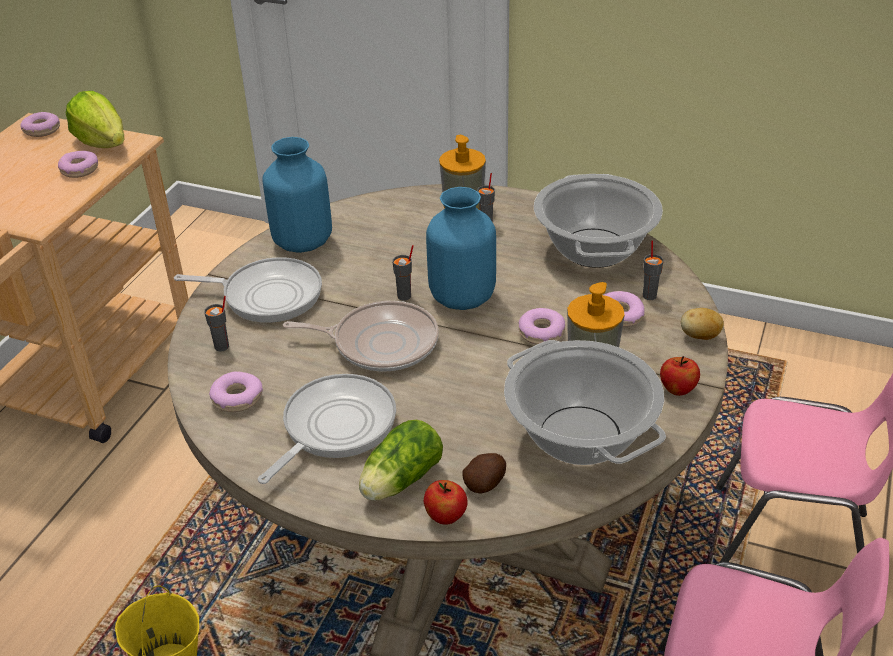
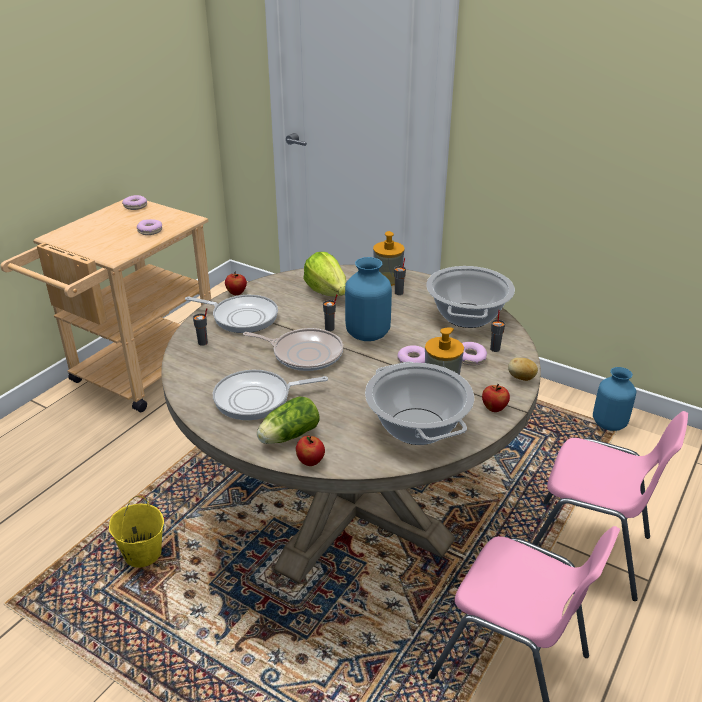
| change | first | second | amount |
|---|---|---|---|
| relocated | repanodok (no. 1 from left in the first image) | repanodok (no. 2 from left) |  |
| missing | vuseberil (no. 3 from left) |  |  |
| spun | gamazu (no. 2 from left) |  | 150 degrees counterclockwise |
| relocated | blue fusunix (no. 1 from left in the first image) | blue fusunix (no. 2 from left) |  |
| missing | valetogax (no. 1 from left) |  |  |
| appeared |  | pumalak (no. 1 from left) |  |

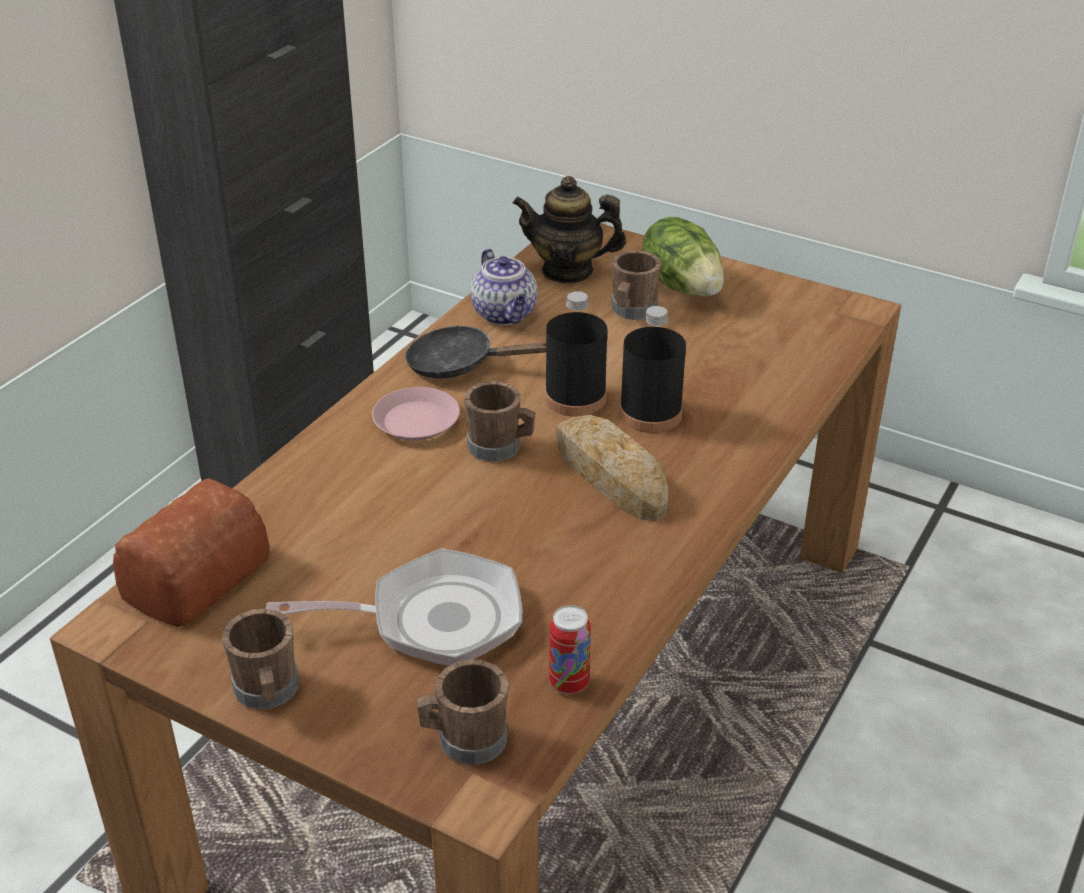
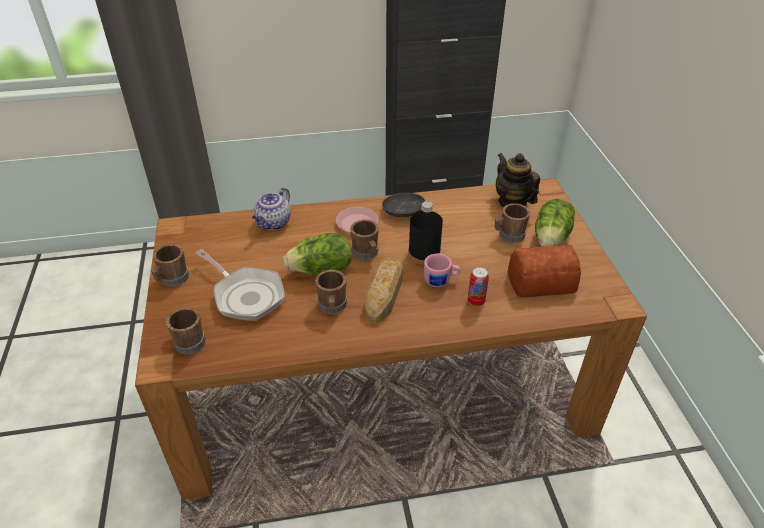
| change | first | second | amount |
|---|---|---|---|
| relocated | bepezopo (no. 1 from left in the first image) | bepezopo (no. 2 from left) |  |
| relocated | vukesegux (no. 1 from left) |  |  |
| relocated | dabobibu |  |  |
| exchanged | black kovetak (no. 2 from left) | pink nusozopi |  |
| appeared |  | repanodok (no. 1 from left) |  |
| appeared |  | brown nusozopi (no. 3 from left) |  |

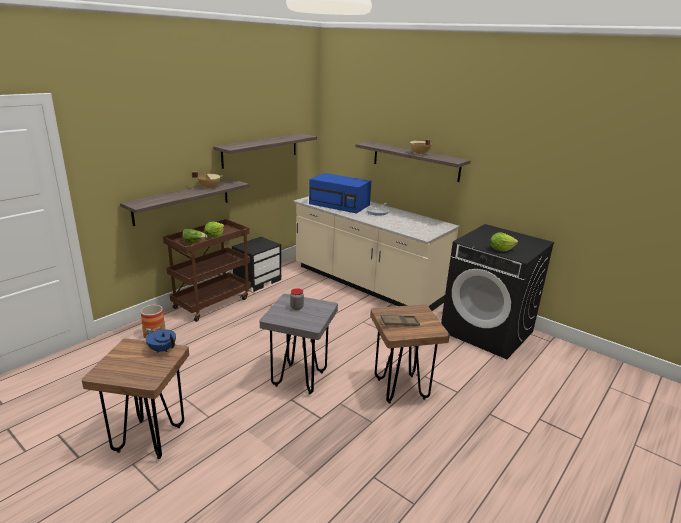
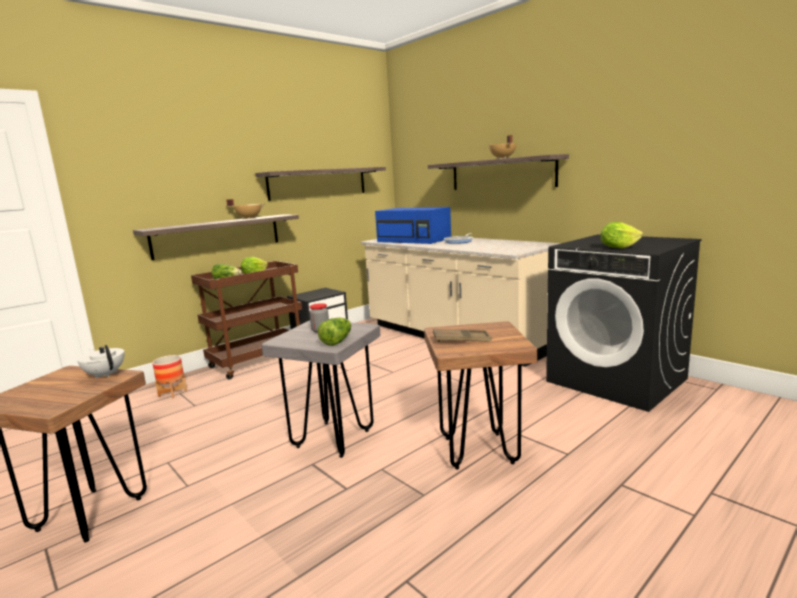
| change | first | second | amount |
|---|---|---|---|
| colour | blue vukesegux | white vukesegux |  |
| appeared |  | repanodok (no. 3 from left) |  |

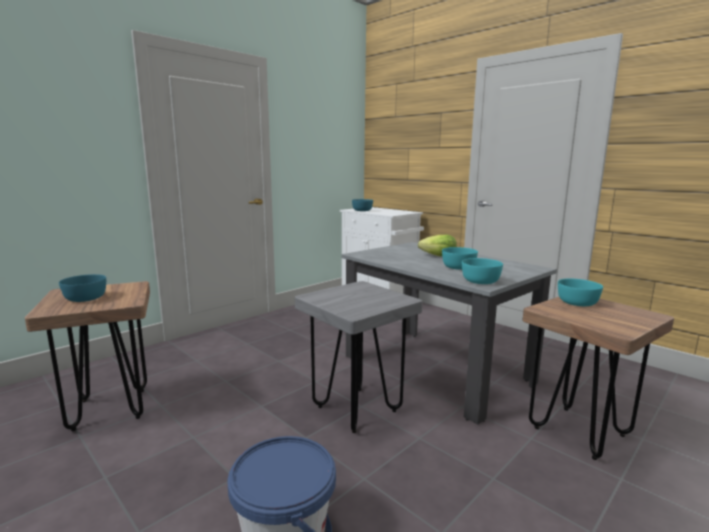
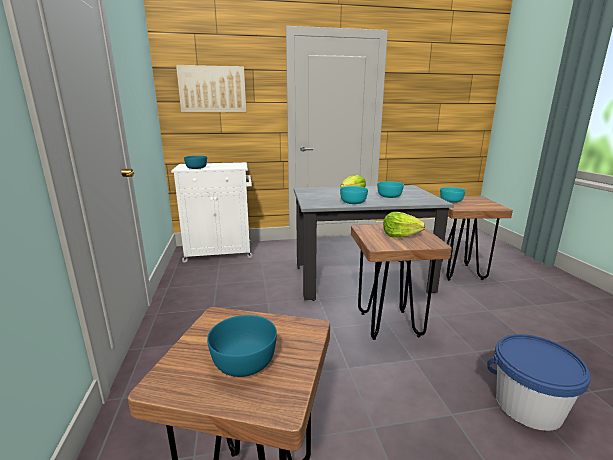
| change | first | second | amount |
|---|---|---|---|
| colour | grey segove | brown segove (no. 2 from left) |  |
| relocated | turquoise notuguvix (no. 4 from left in the first image) | turquoise notuguvix (no. 3 from left) |  |
| appeared |  | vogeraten |  |
| appeared |  | repanodok (no. 2 from left) |  |

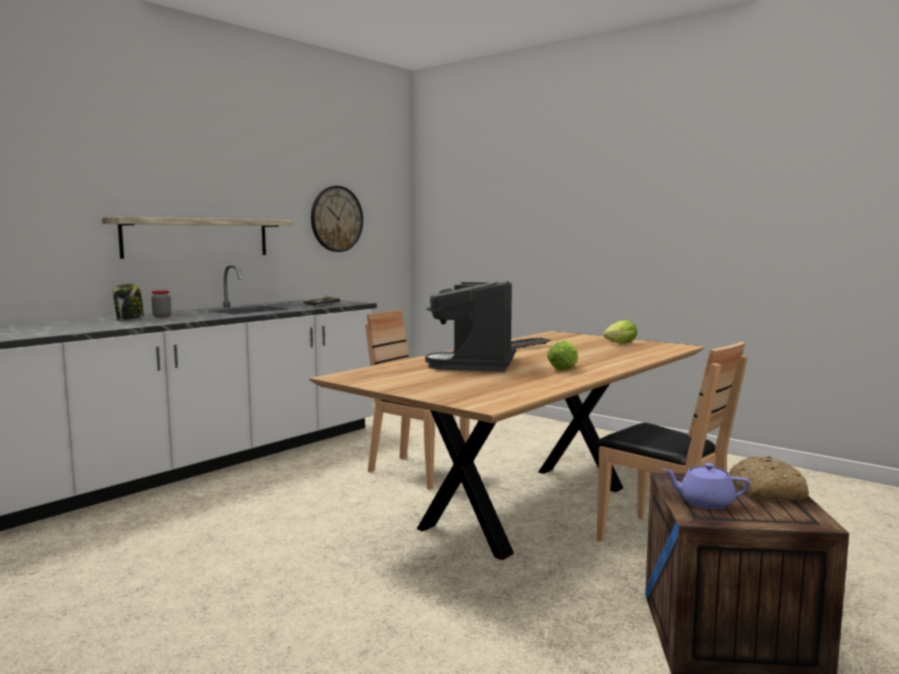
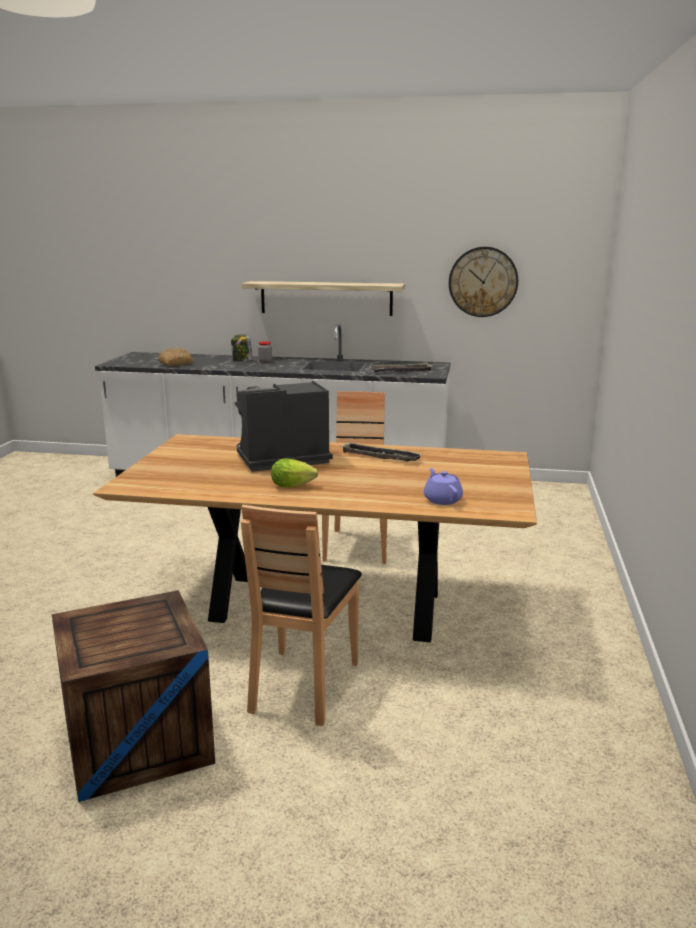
| change | first | second | amount |
|---|---|---|---|
| missing | repanodok (no. 2 from left) |  |  |
| relocated | purple vukesegux |  |  |
| relocated | bepezopo |  |  |

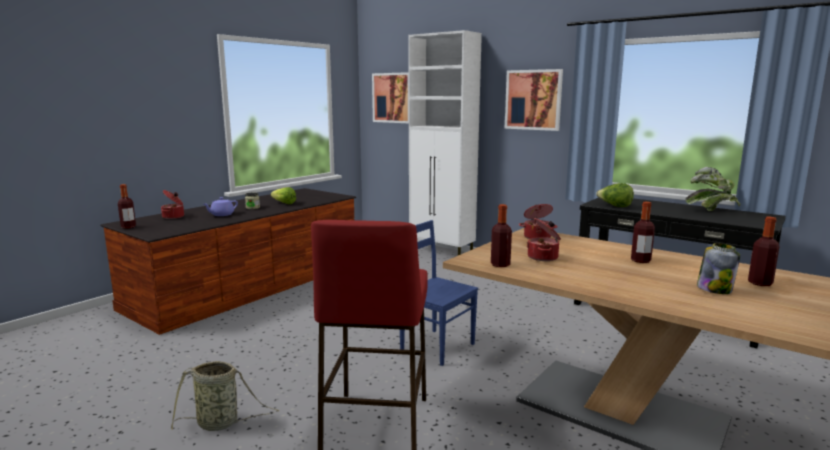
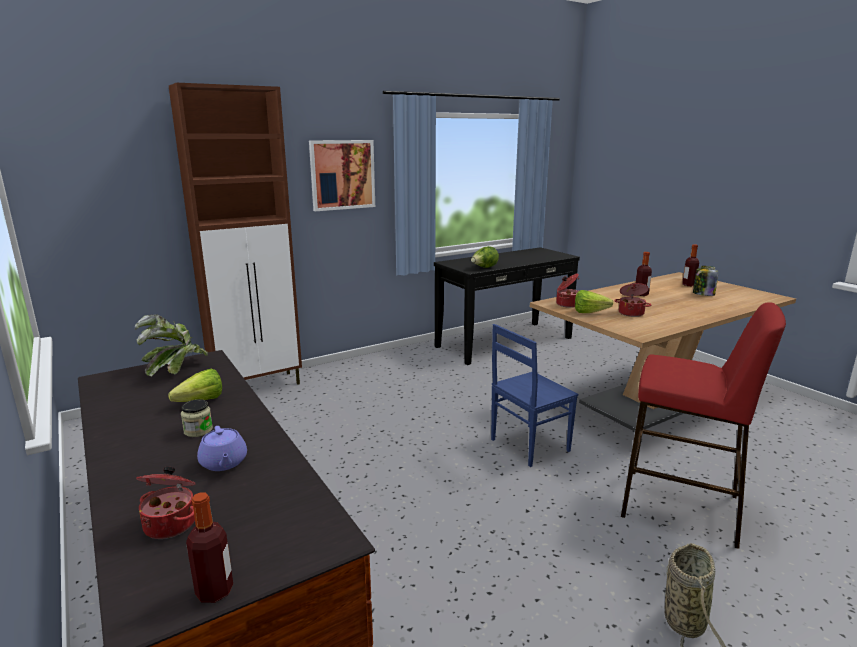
| change | first | second | amount |
|---|---|---|---|
| missing | vogeraten (no. 1 from left) |  |  |
| colour | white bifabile | brown bifabile |  |
| missing | kovetak (no. 2 from left) |  |  |
| relocated | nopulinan |  |  |
| appeared |  | repanodok (no. 3 from left) |  |

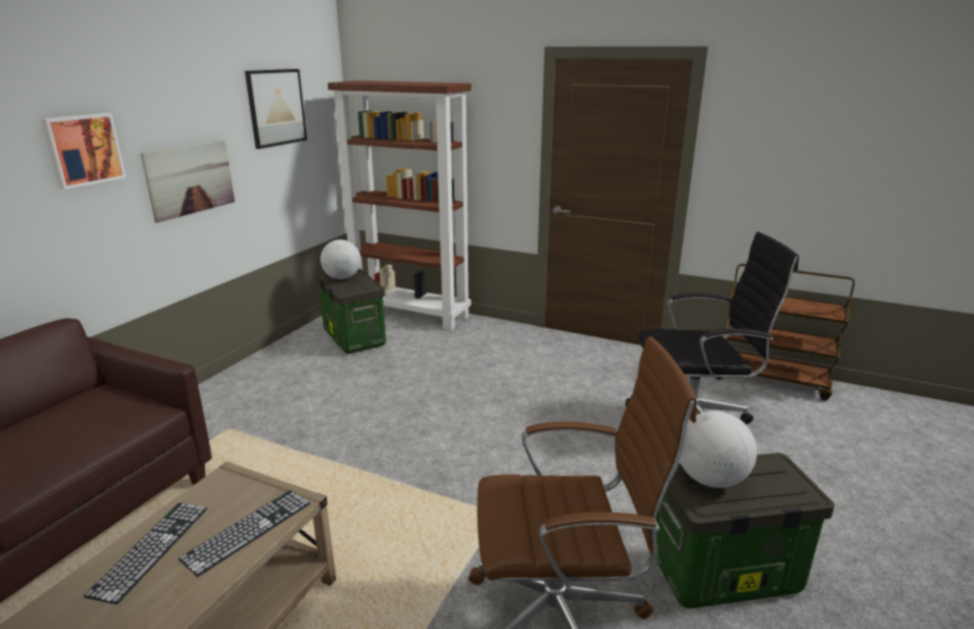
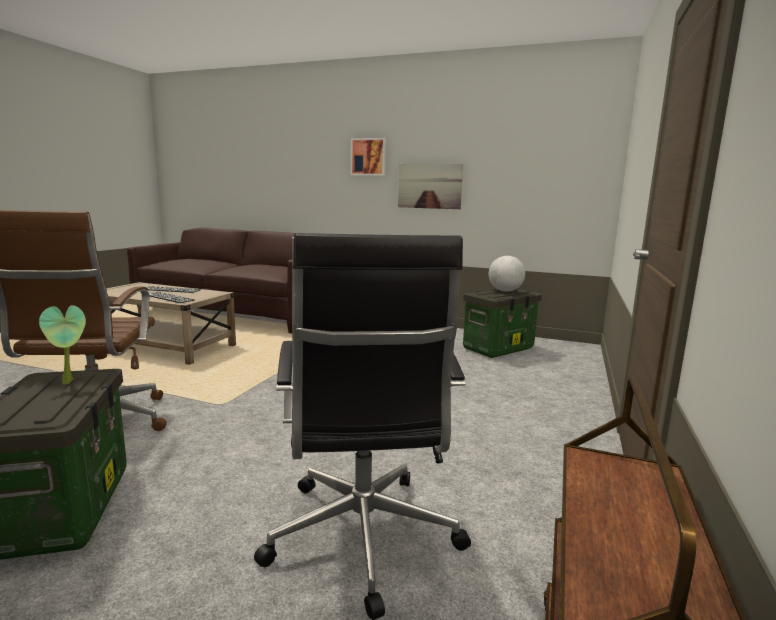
| change | first | second | amount |
|---|---|---|---|
| missing | vogeraten (no. 3 from left) |  |  |
| missing | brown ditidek |  |  |
| exchanged | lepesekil (no. 2 from left) | nopulinan |  |

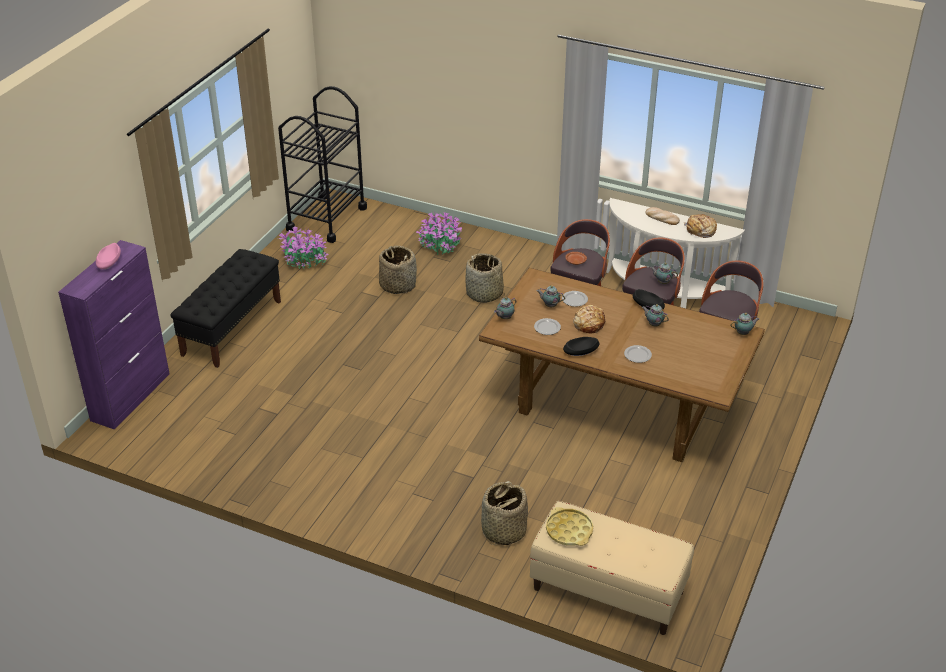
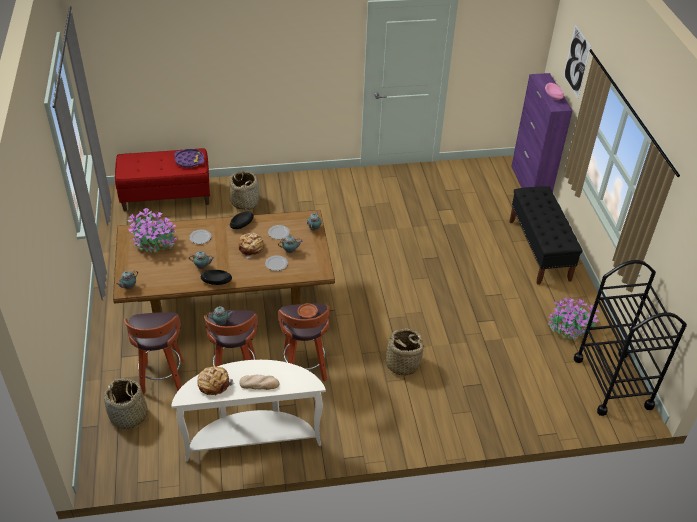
| change | first | second | amount |
|---|---|---|---|
| relocated | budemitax (no. 1 from left) |  |  |
| relocated | nopulinan (no. 2 from left in the first image) | nopulinan (no. 1 from left) |  |
| colour | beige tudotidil | red tudotidil |  |
| colour | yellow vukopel | purple vukopel |  |
| appeared |  | vogeraten |  |

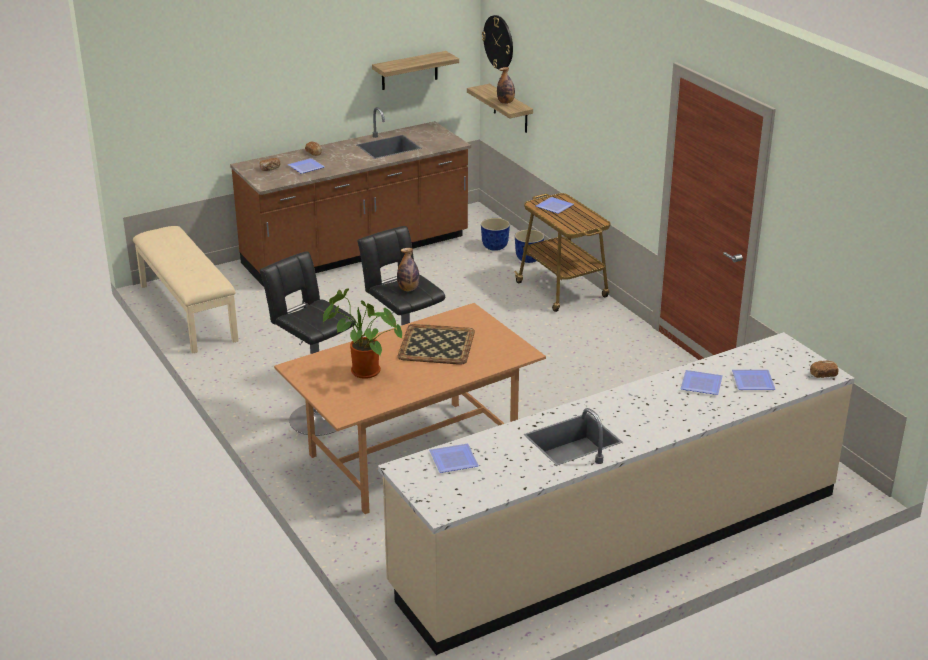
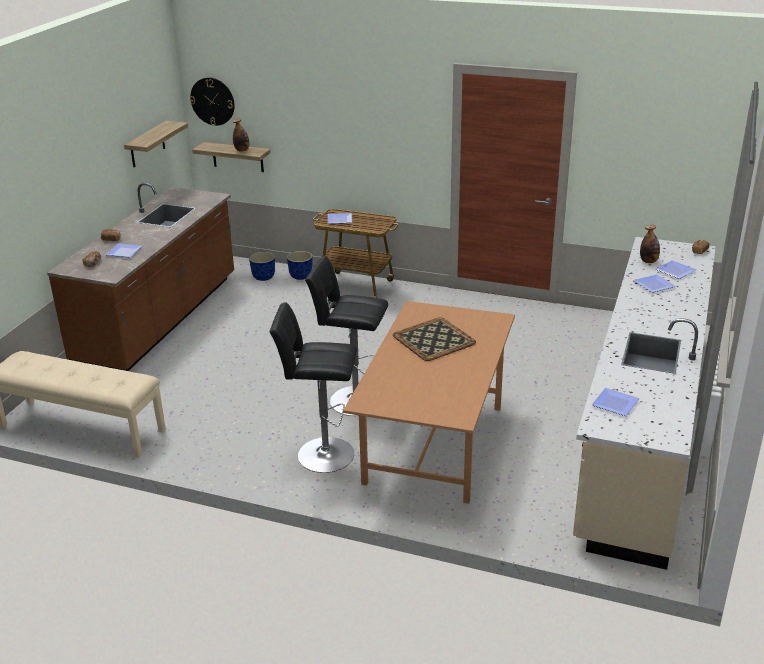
| change | first | second | amount |
|---|---|---|---|
| missing | nopulinan |  |  |
| relocated | kovetak (no. 1 from left in the first image) | kovetak (no. 2 from left) |  |

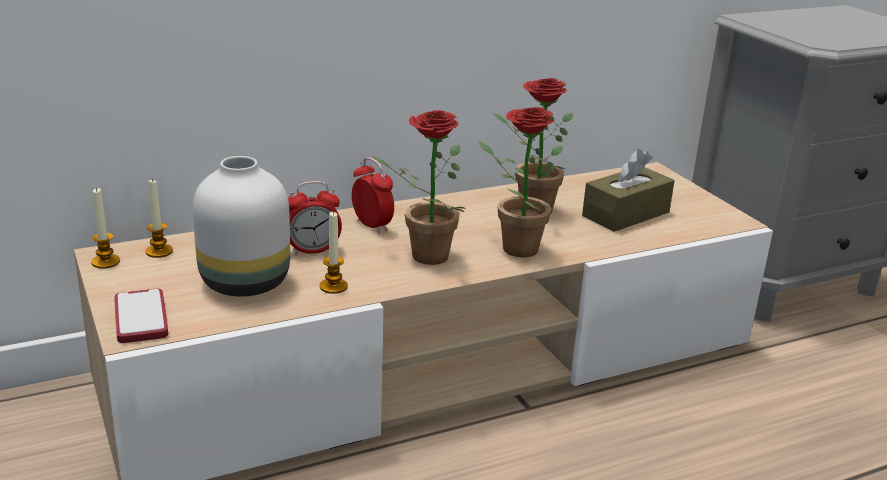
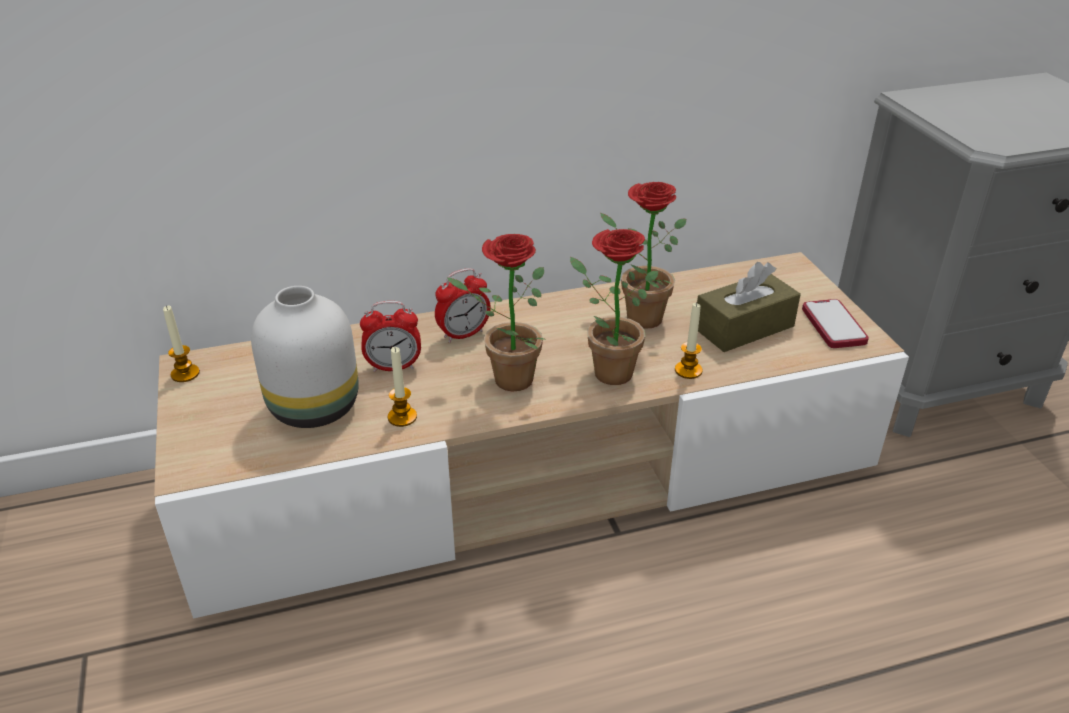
| change | first | second | amount |
|---|---|---|---|
| relocated | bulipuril |  |  |
| relocated | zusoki (no. 2 from left in the first image) | zusoki (no. 3 from left) |  |
| spun | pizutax (no. 2 from left) |  | 90 degrees clockwise |

